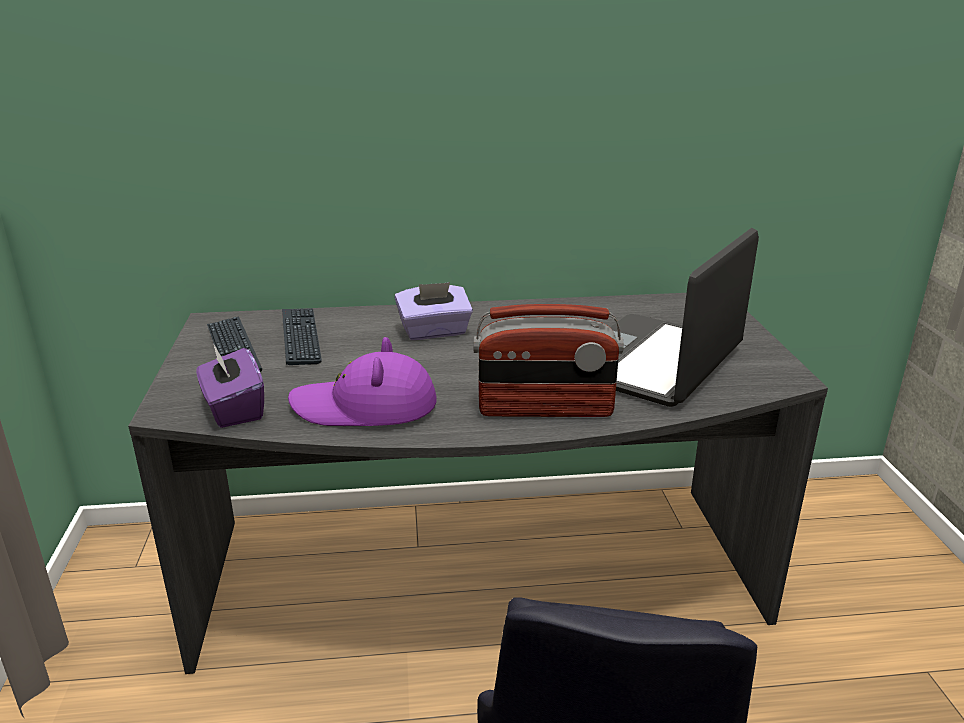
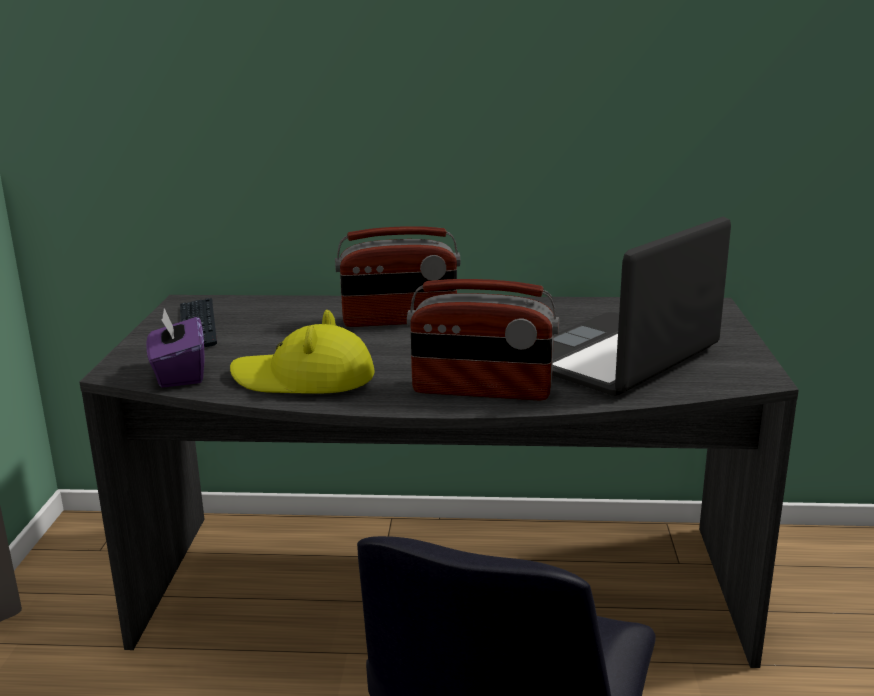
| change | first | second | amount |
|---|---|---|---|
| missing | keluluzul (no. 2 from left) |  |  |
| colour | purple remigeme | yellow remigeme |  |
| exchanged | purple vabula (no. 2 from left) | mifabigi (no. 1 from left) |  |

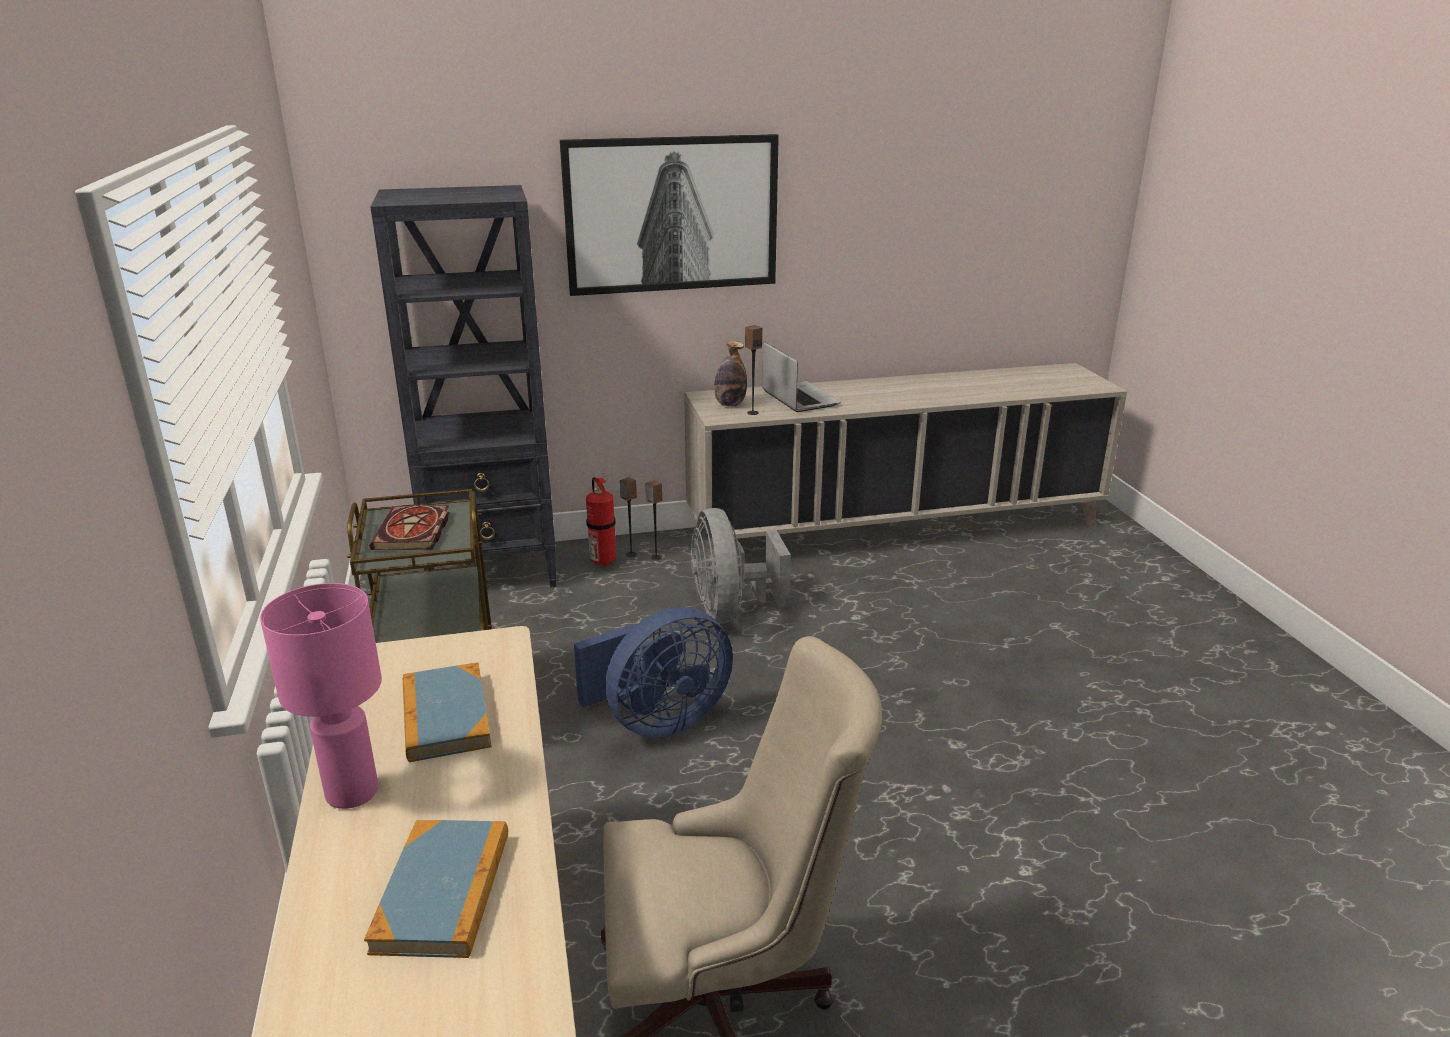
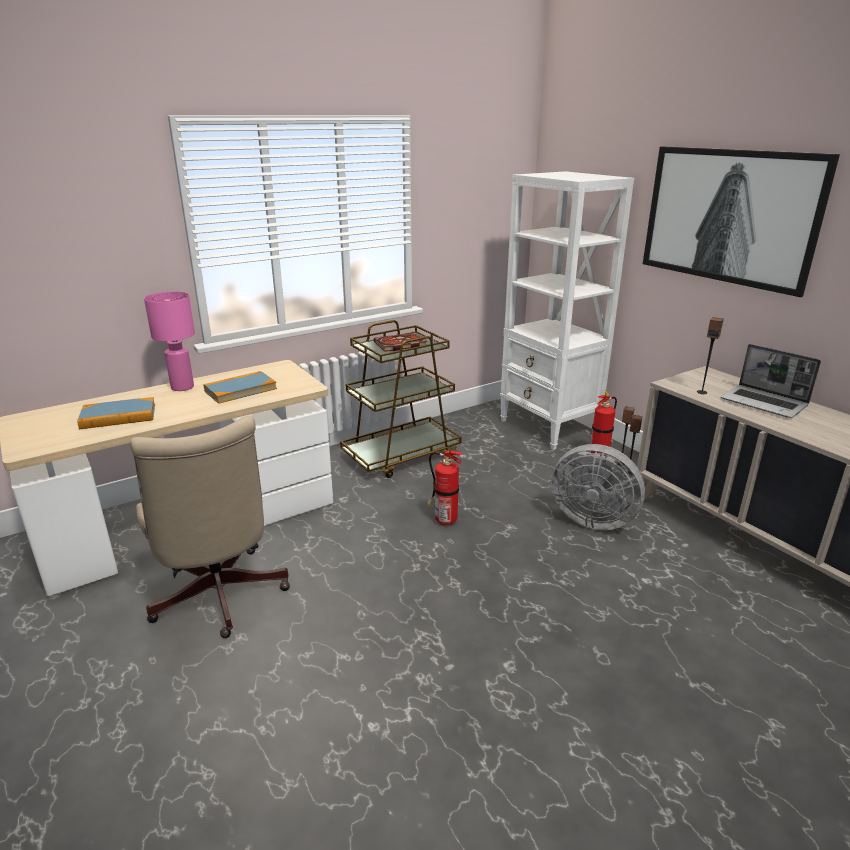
| change | first | second | amount |
|---|---|---|---|
| colour | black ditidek | white ditidek |  |
| exchanged | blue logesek | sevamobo (no. 1 from left) |  |
| spun | grey logesek |  | 120 degrees counterclockwise |
| missing | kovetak |  |  |
| spun | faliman |  | 90 degrees clockwise |

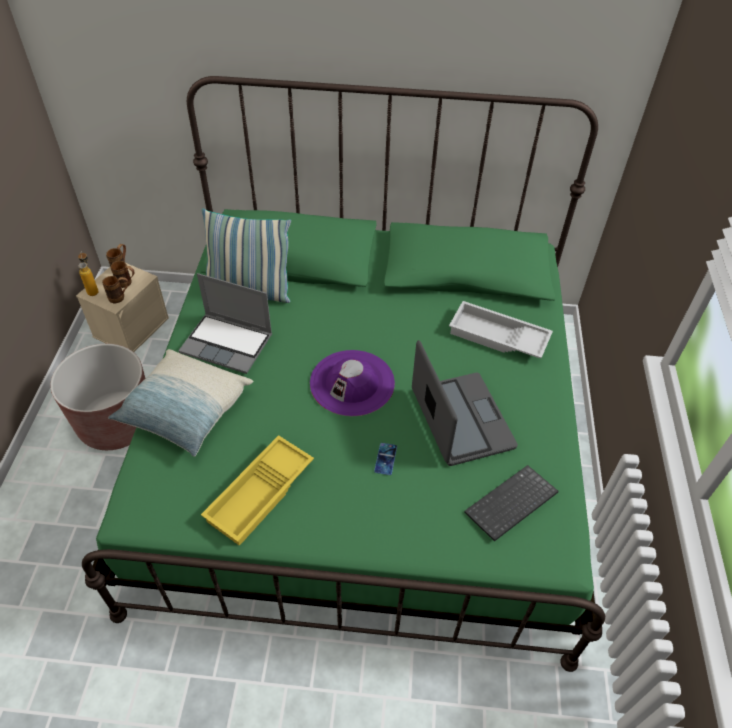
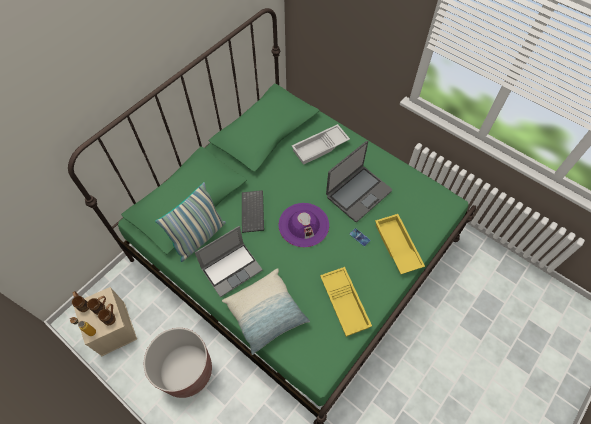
| change | first | second | amount |
|---|---|---|---|
| spun | faliman (no. 2 from left) |  | 120 degrees clockwise |
| relocated | keluluzul |  |  |
| appeared |  | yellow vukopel (no. 2 from left) |  |

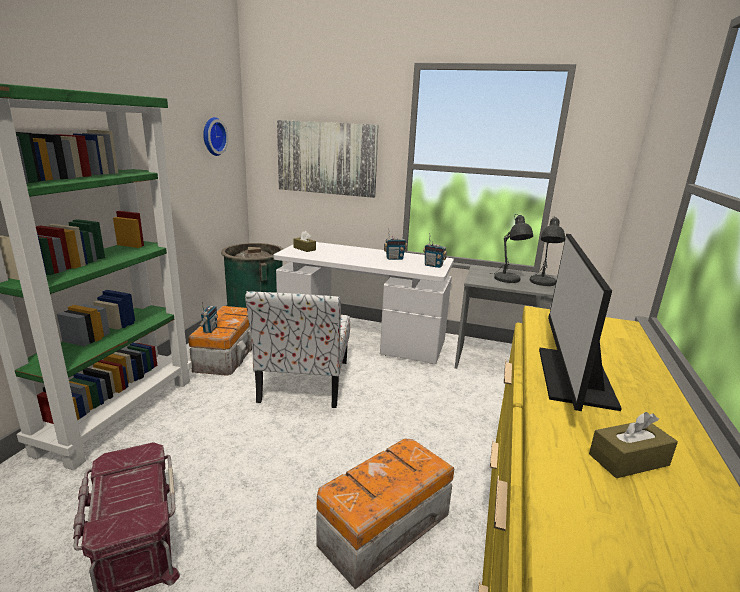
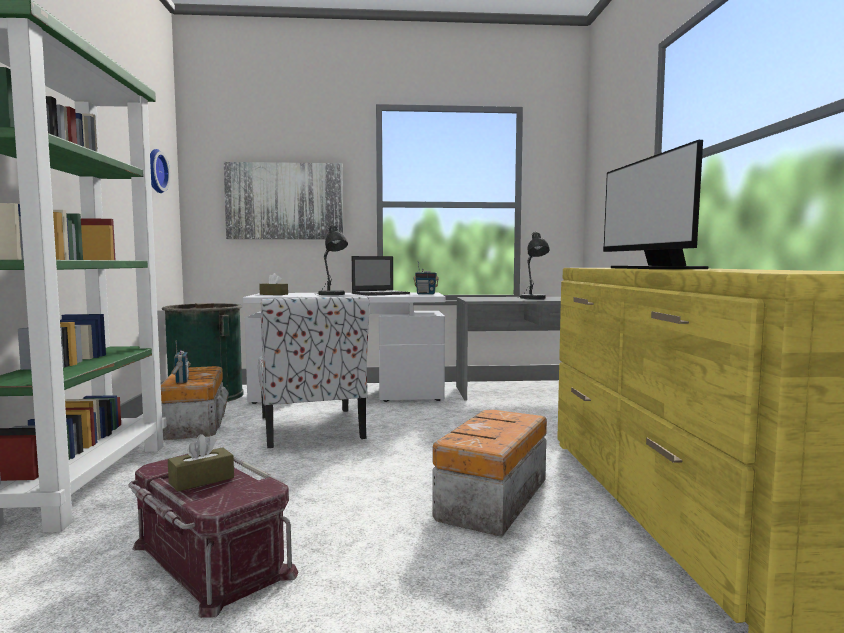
| change | first | second | amount |
|---|---|---|---|
| exchanged | mifabigi (no. 2 from left) | faliman |  |
| relocated | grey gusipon (no. 1 from left) |  |  |
| relocated | brown vabula (no. 2 from left in the first image) | brown vabula (no. 1 from left) |  |

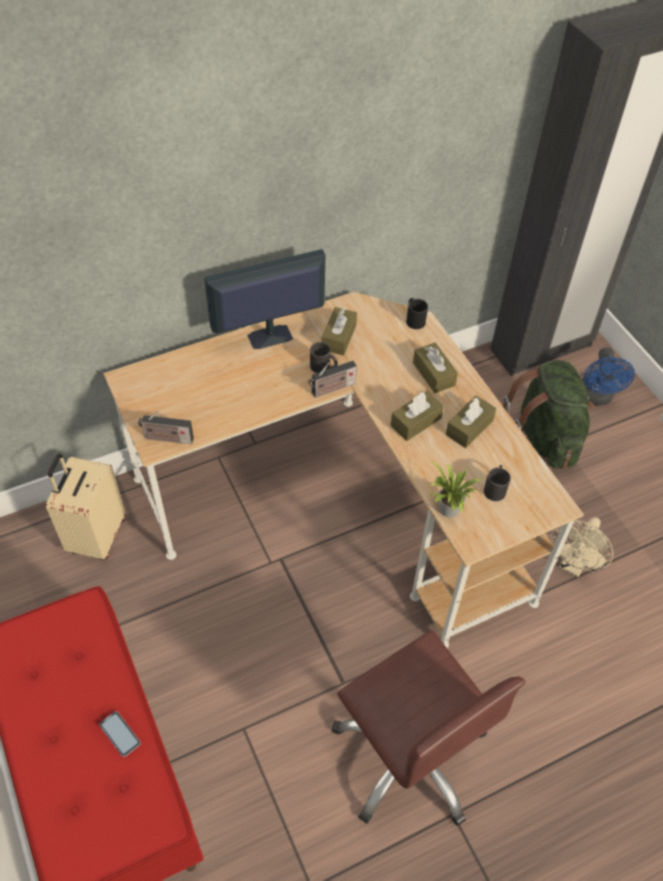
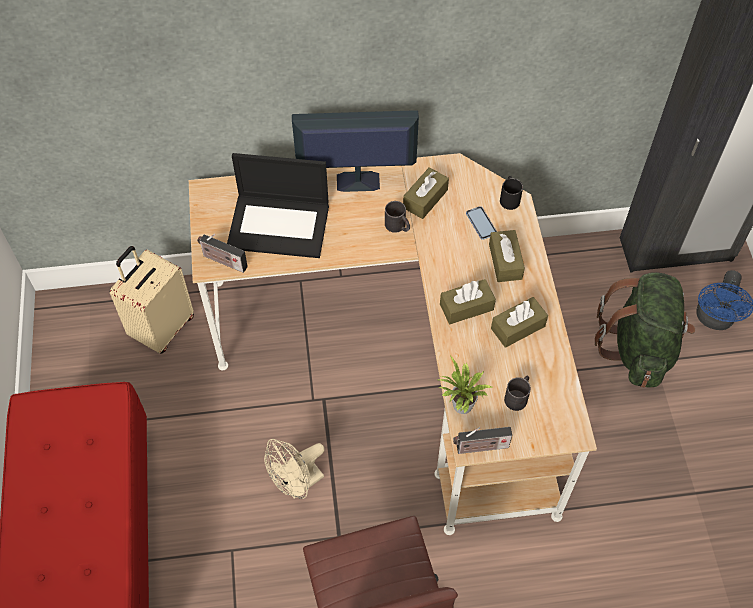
| change | first | second | amount |
|---|---|---|---|
| relocated | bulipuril |  |  |
| relocated | mifabigi (no. 2 from left) |  |  |
| relocated | beige logesek |  |  |
| appeared |  | faliman |  |

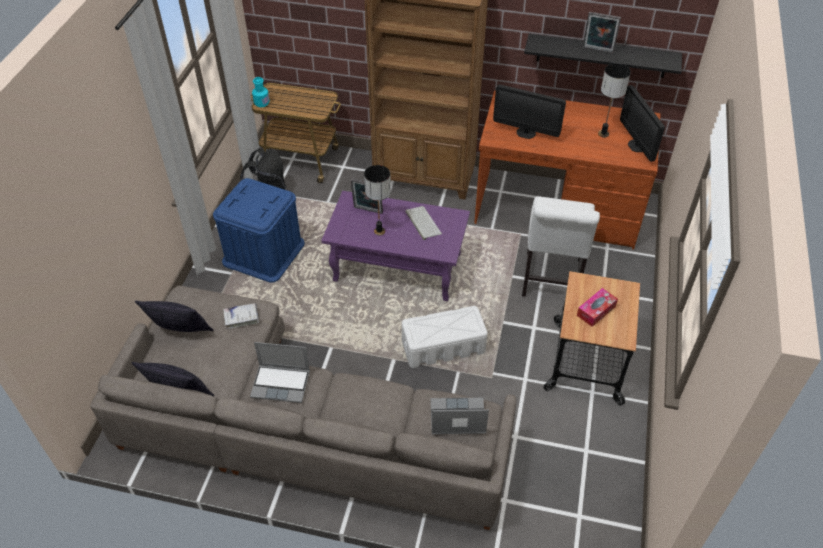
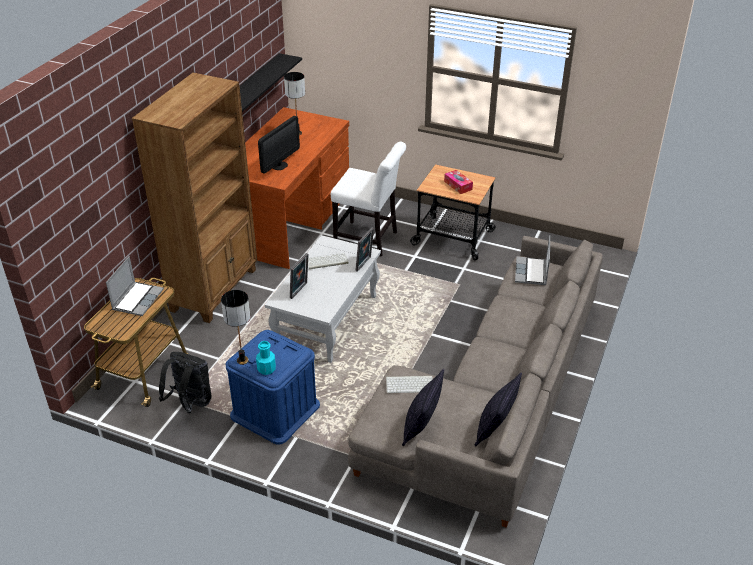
| change | first | second | amount |
|---|---|---|---|
| exchanged | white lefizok | keluluzul (no. 2 from left) |  |
| relocated | faliman (no. 1 from left) |  |  |
| relocated | turquoise kovetak |  |  |
| colour | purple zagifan | white zagifan |  |
| relocated | gusipon (no. 1 from left) |  |  |
| missing | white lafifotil |  |  |
| relocated | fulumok (no. 2 from left) |  |  |
| missing | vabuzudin (no. 2 from left) |  |  |

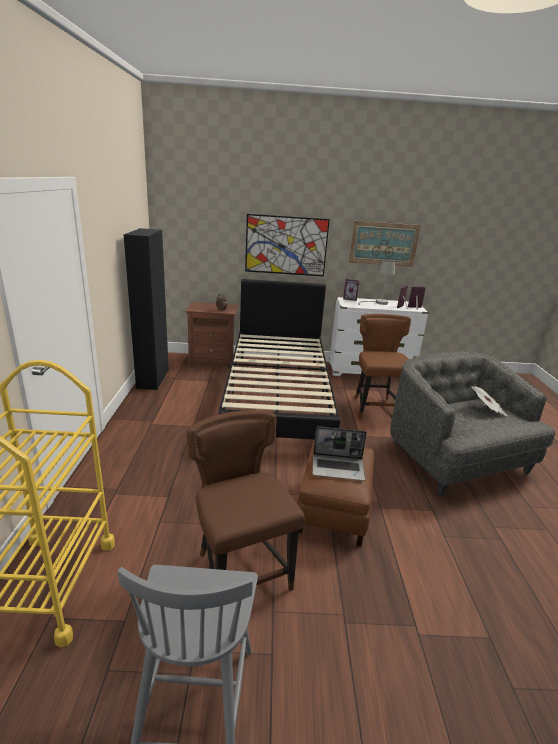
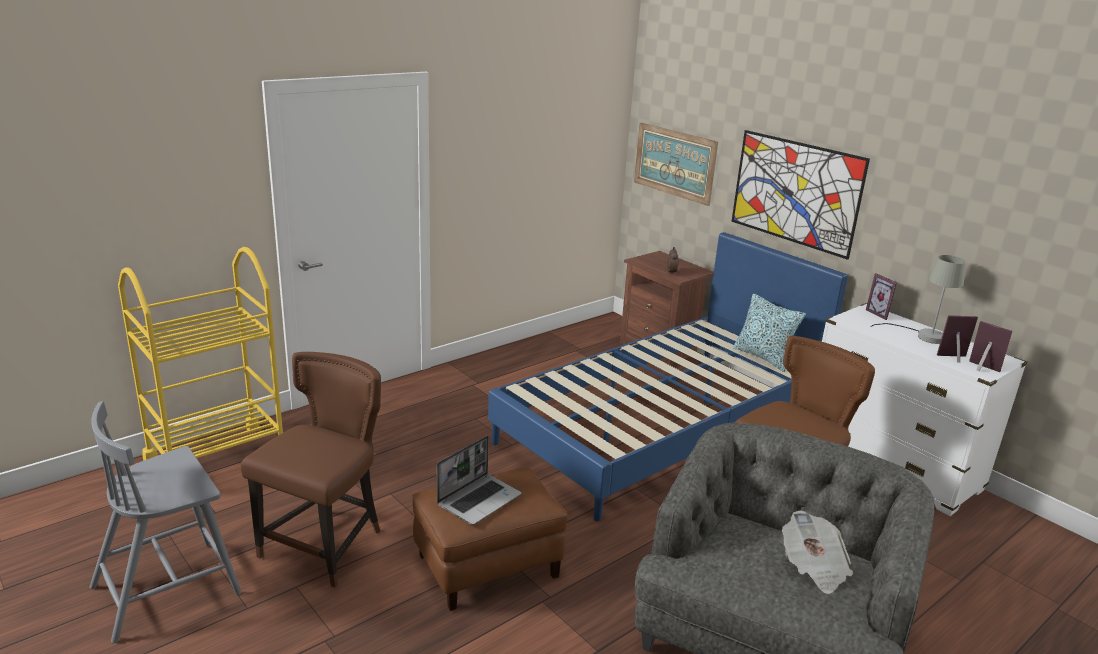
| change | first | second | amount |
|---|---|---|---|
| missing | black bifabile |  |  |
| colour | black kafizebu | blue kafizebu |  |
| spun | faliman |  | 105 degrees counterclockwise |
| relocated | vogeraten (no. 2 from left in the first image) | vogeraten (no. 1 from left) |  |
| appeared |  | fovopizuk |  |

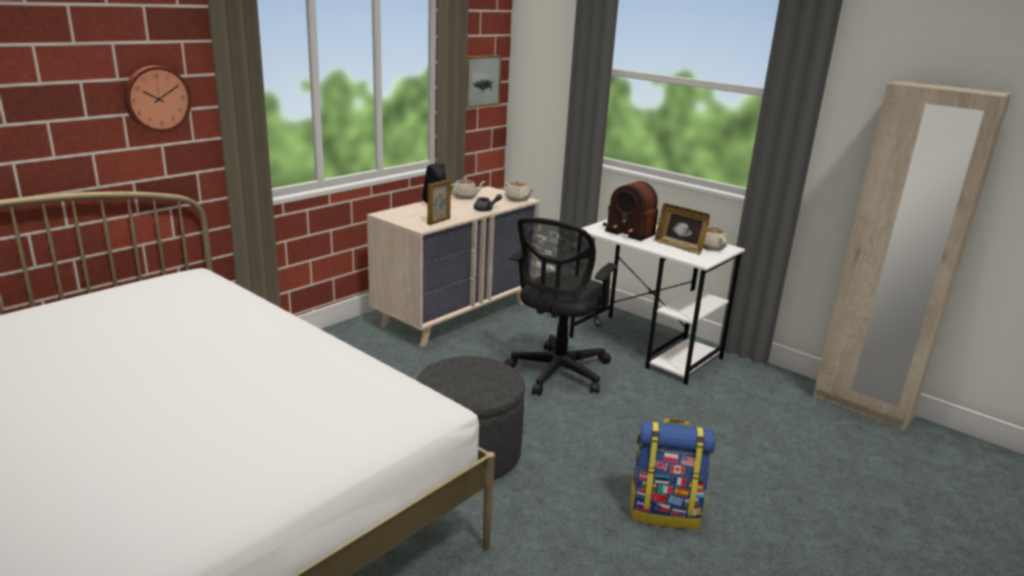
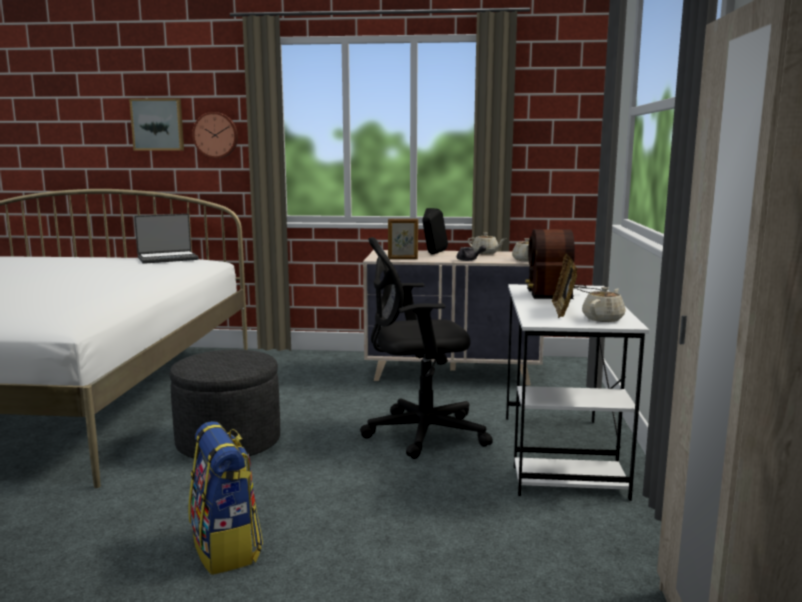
| change | first | second | amount |
|---|---|---|---|
| relocated | vogeraten |  |  |
| appeared |  | faliman |  |

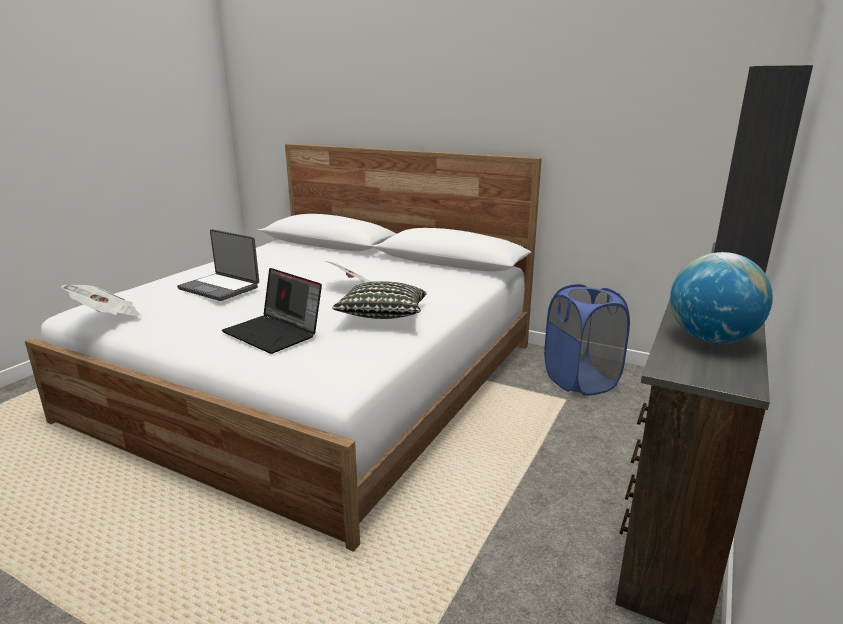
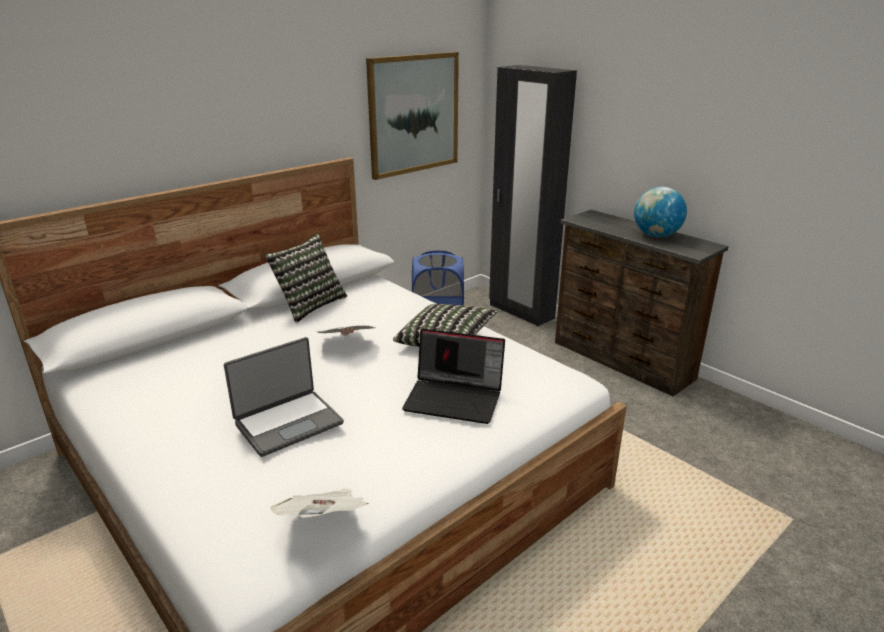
| change | first | second | amount |
|---|---|---|---|
| spun | faliman (no. 2 from left) |  | 45 degrees clockwise |
| appeared |  | fovopizuk (no. 1 from left) |  |
| appeared |  | vogeraten |  |

